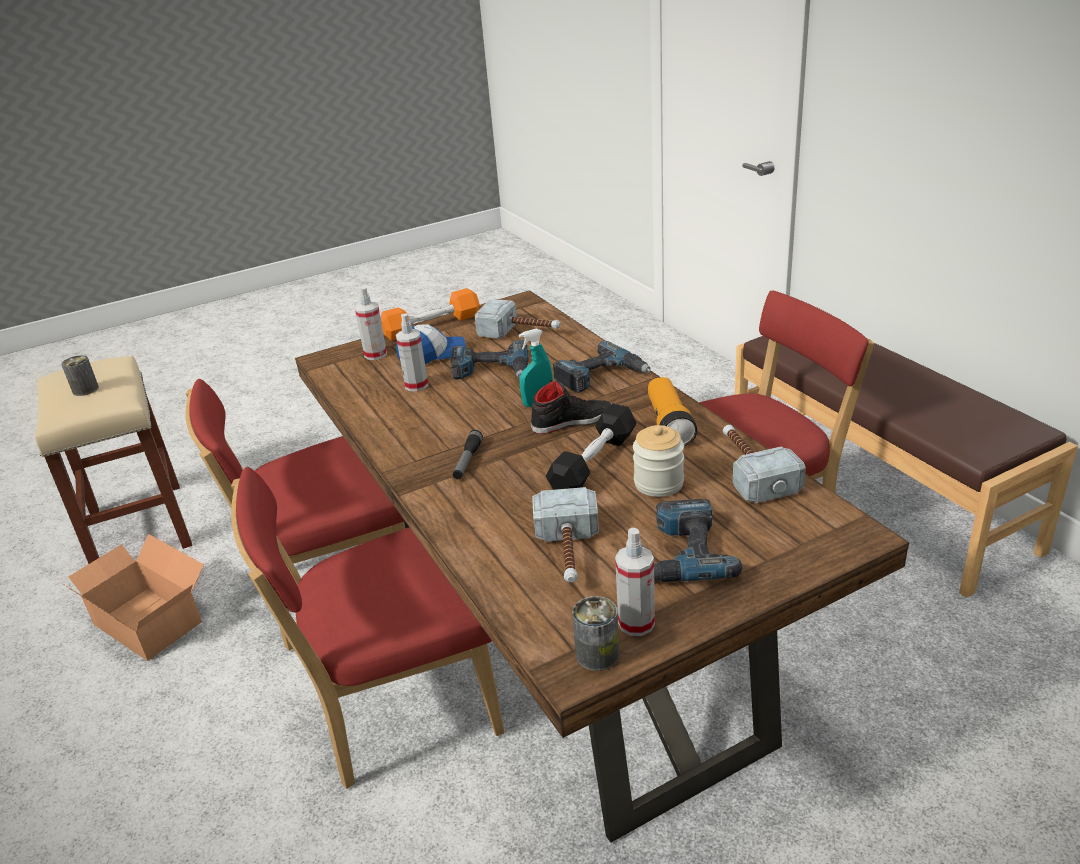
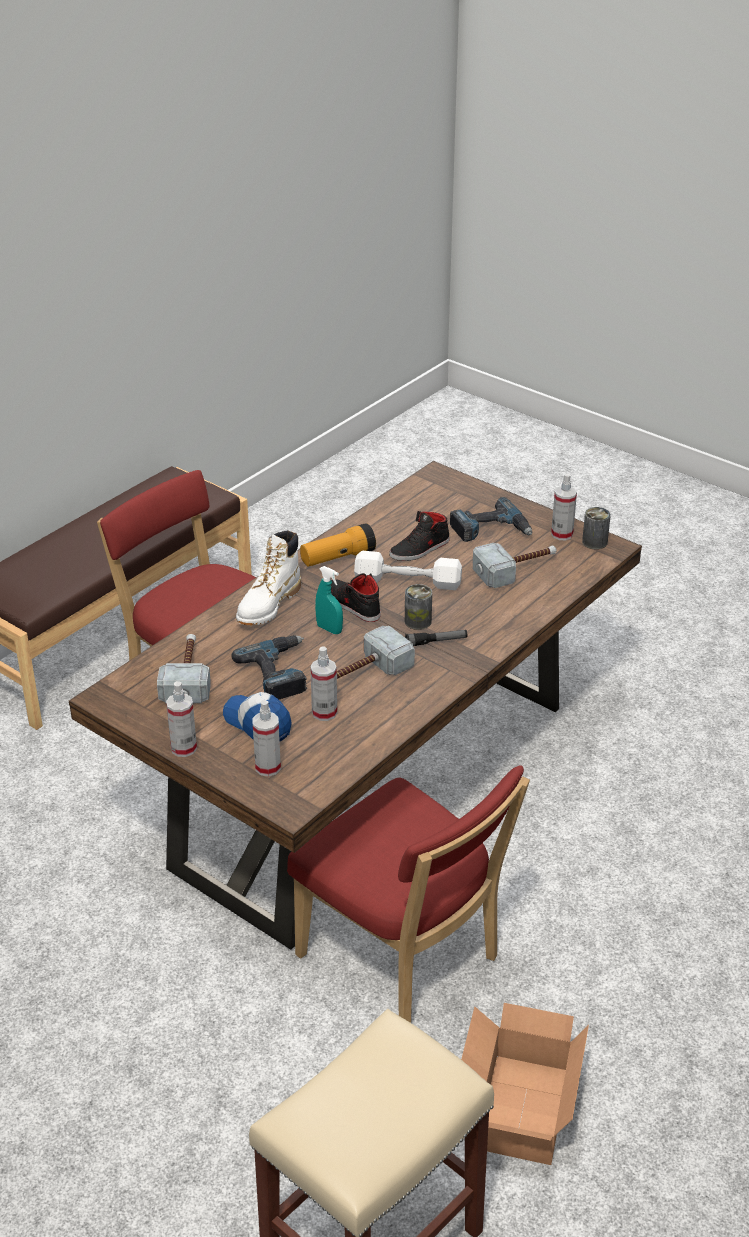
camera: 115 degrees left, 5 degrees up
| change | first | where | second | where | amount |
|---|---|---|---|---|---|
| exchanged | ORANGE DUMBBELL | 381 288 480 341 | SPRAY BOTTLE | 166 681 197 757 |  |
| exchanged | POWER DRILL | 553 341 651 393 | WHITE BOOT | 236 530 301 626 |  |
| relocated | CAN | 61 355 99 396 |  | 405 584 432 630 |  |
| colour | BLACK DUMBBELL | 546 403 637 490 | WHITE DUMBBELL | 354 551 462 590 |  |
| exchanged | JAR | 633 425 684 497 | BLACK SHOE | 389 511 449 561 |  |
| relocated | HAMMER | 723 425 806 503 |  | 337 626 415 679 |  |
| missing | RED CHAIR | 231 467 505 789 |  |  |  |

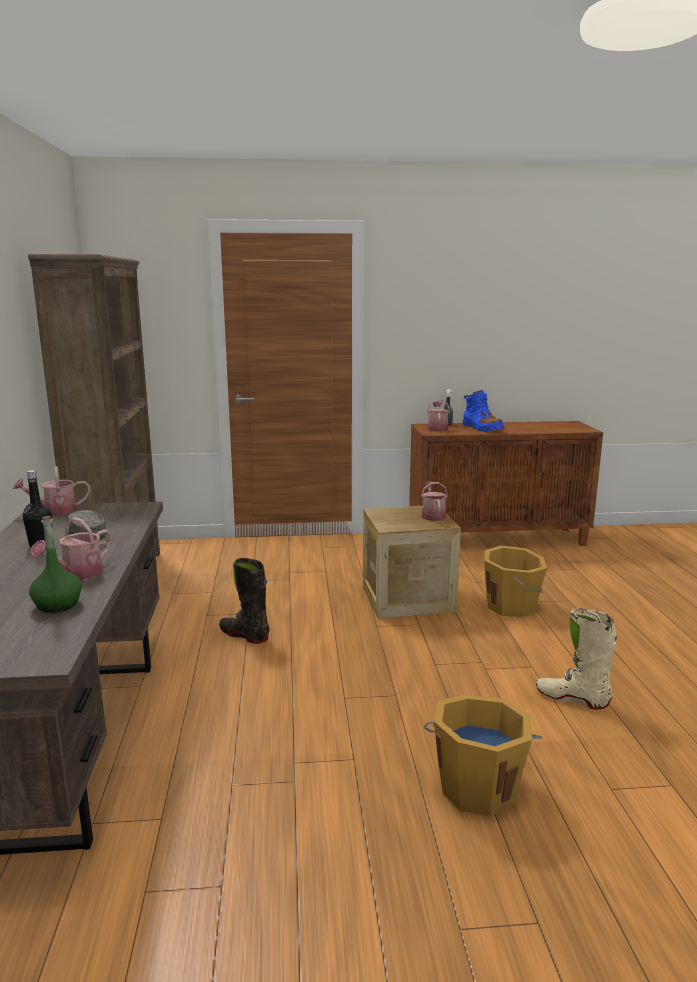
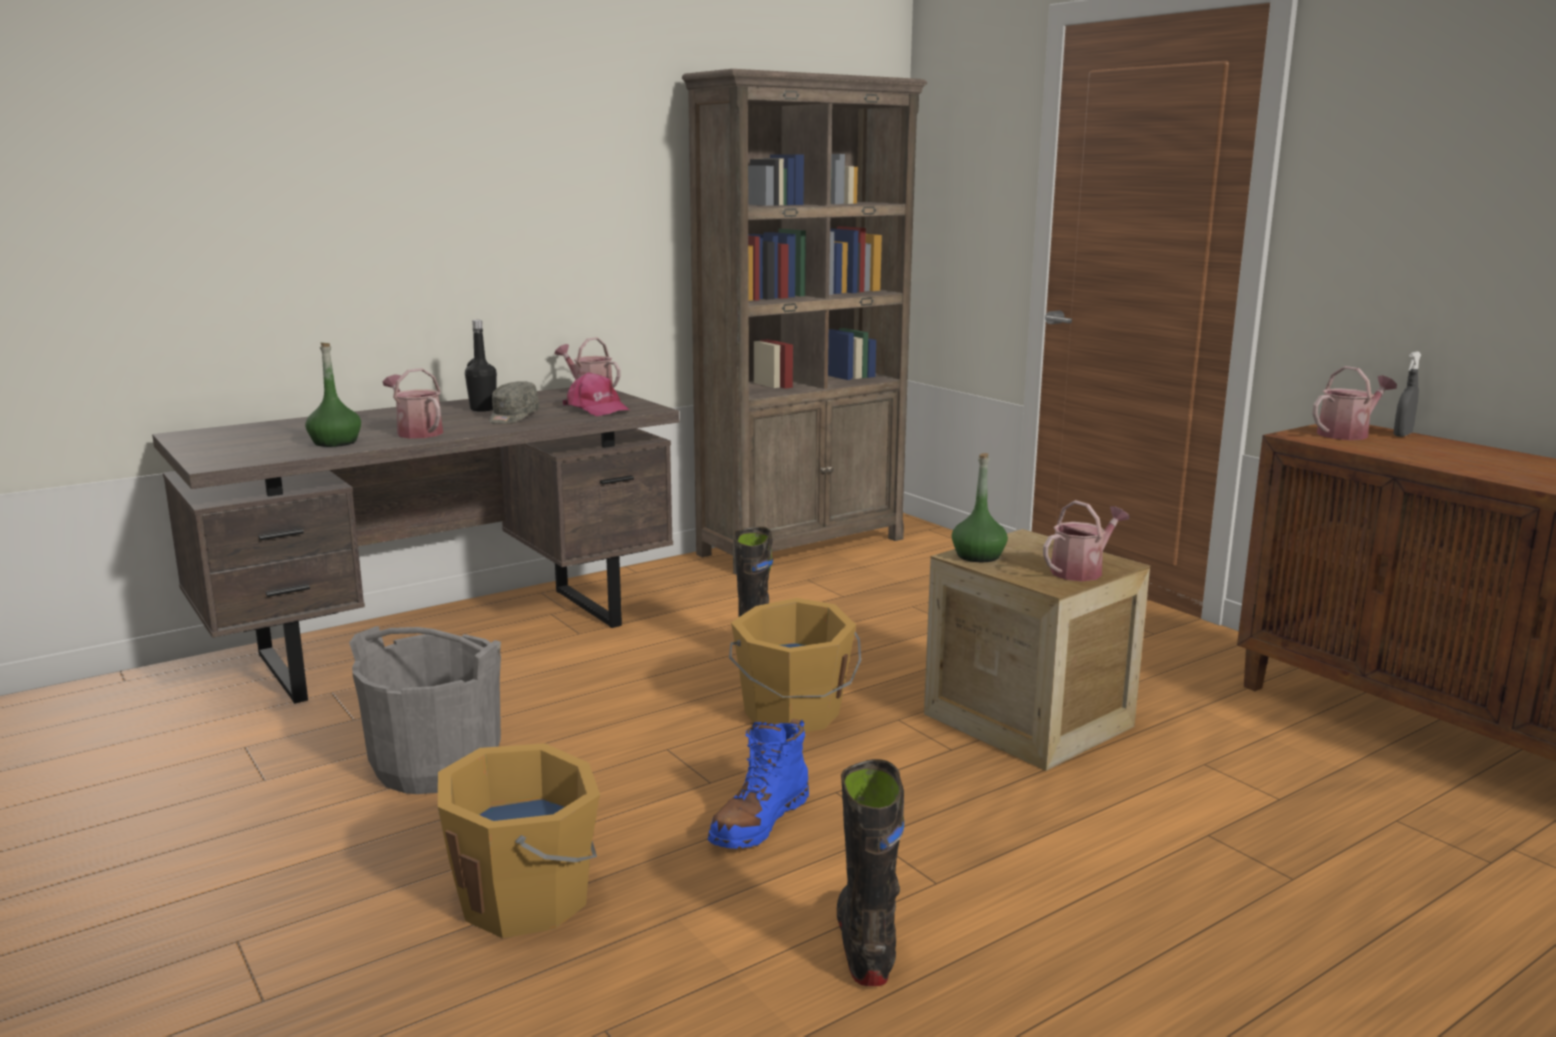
camera: 60 degrees right, 0 degrees up
| change | first | where | second | where | amount |
|---|---|---|---|---|---|
| relocated | BLUE BOOT | 463 390 504 432 |  | 708 719 809 849 |  |
| spun | WATERING CAN | 30 517 112 579 |  | 383 368 443 439 | 45 degrees clockwise |
| relocated | ORANGE BUCKET | 484 545 547 617 |  | 729 598 861 732 |  |
| colour | BEIGE BOOT | 536 608 617 709 | BLACK BOOT | 837 759 904 986 |  |
| appeared |  |  | PINK CAP | 563 372 629 416 |  |
| appeared |  |  | GREEN BOTTLE | 952 453 1008 562 |  |
| appeared |  |  | GREY BUCKET | 349 626 501 794 |  |

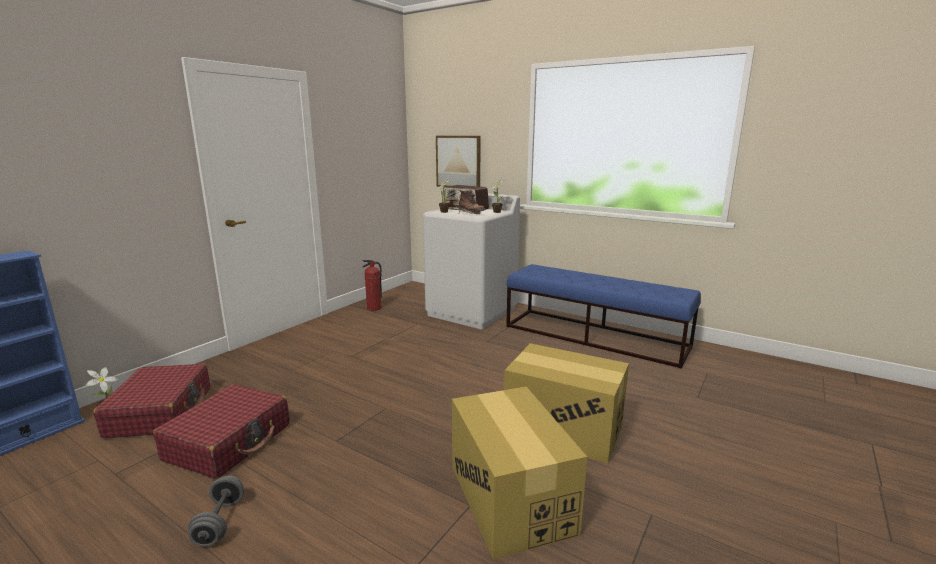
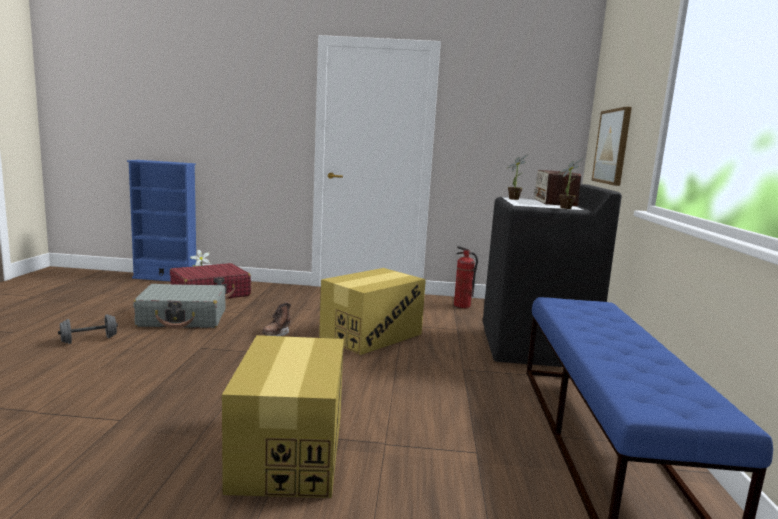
camera: 60 degrees right, 5 degrees down
| change | first | where | second | where | amount |
|---|---|---|---|---|---|
| relocated | BROWN BOOT | 459 190 485 214 |  | 262 301 291 336 |  |
| colour | WHITE WASHING MACHINE | 423 194 520 329 | BLACK WASHING MACHINE | 483 184 622 367 |  |
| colour | RED SUITCASE | 153 384 290 479 | GREY SUITCASE | 133 284 226 329 |  |
| relocated | CARDBOARD BOX | 452 387 587 560 |  | 319 268 426 355 |  |

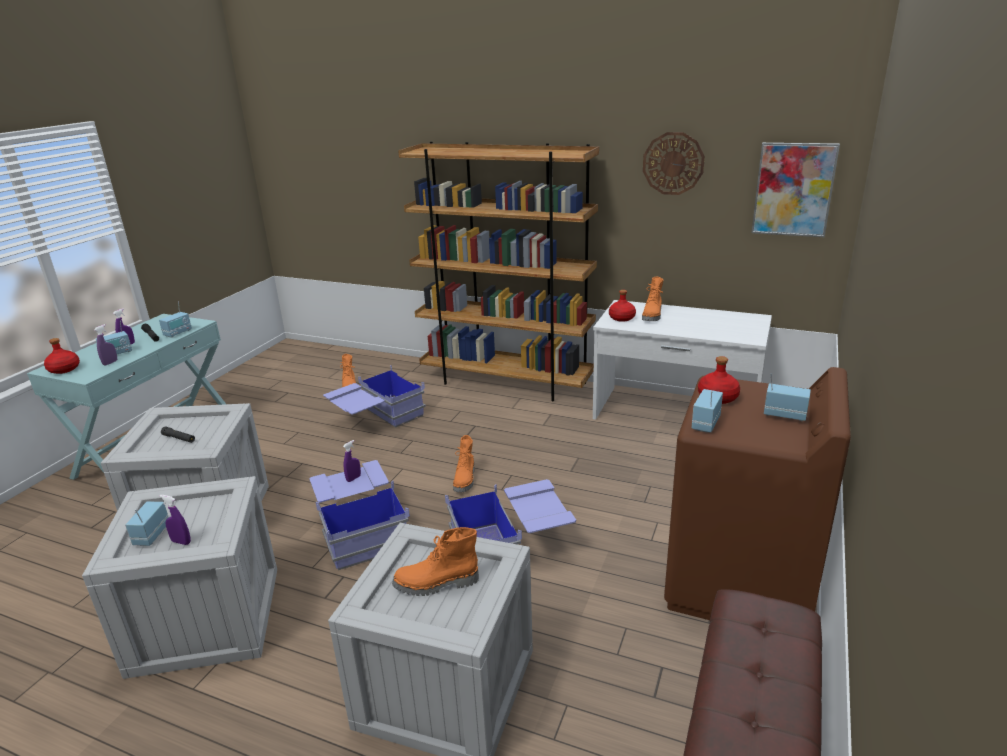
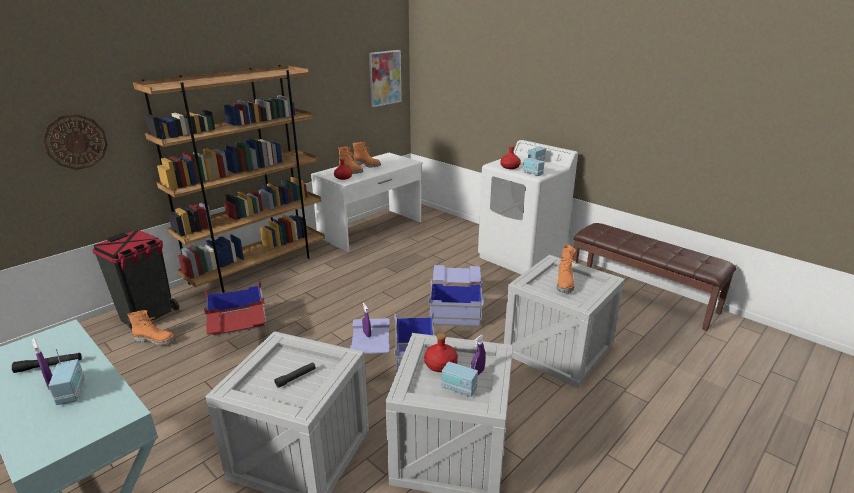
camera: 70 degrees left, 0 degrees up
| change | first | where | second | where | amount |
|---|---|---|---|---|---|
| relocated | WALL CLOCK | 643 132 705 195 |  | 43 114 108 170 |  |
| missing | RADIO | 159 301 192 337 |  |  |  |
| missing | PURPLE SPRAY BOTTLE | 94 324 117 366 |  |  |  |
| relocated | RED BOTTLE | 44 338 80 374 |  | 424 333 458 372 |  |
| colour | BLUE STORAGE BOX | 323 365 426 428 | RED STORAGE BOX | 204 281 266 336 |  |
| colour | BROWN WASHING MACHINE | 664 367 851 620 | WHITE WASHING MACHINE | 478 140 578 275 |  |
| relocated | ORANGE BOOT | 453 435 474 493 |  | 353 142 381 168 |  |
| appeared |  |  | BLACK TRASH CAN | 92 230 179 330 |  |

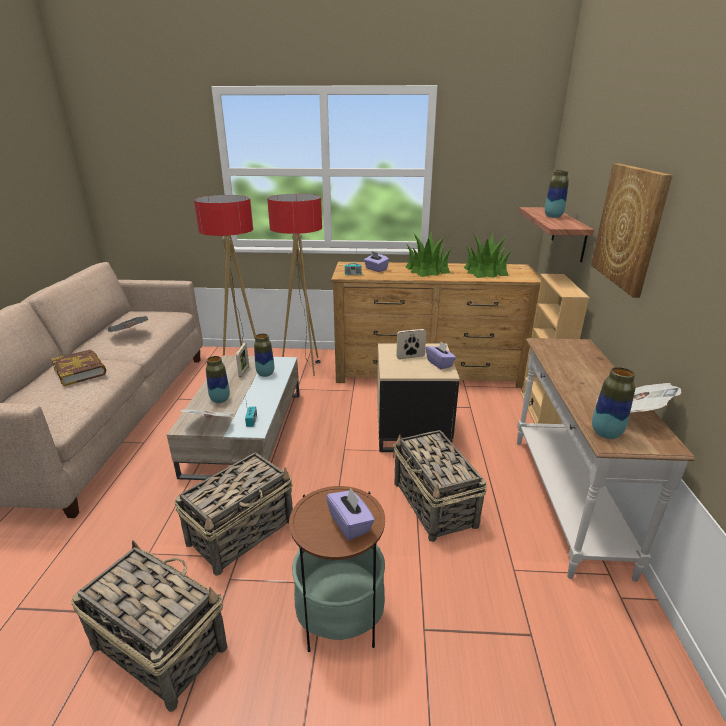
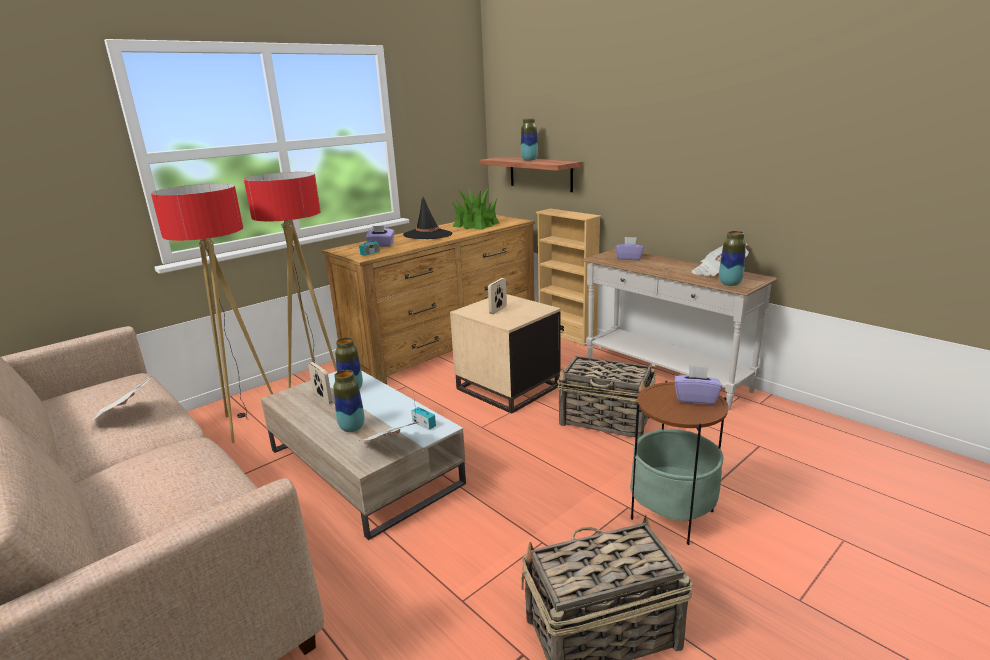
camera: 45 degrees left, 5 degrees down
| change | first | where | second | where | amount |
|---|---|---|---|---|---|
| missing | PICTURE | 591 163 673 298 |  |  |  |
| exchanged | POTTED PLANT | 405 232 451 277 | BLACK HAT | 403 196 452 239 |  |
| relocated | PURPLE TISSUE BOX | 426 341 456 369 |  | 615 237 644 260 |  |
| missing | BOOK | 52 349 106 386 |  |  |  |
| missing | BASKET | 174 452 293 576 |  |  |  |

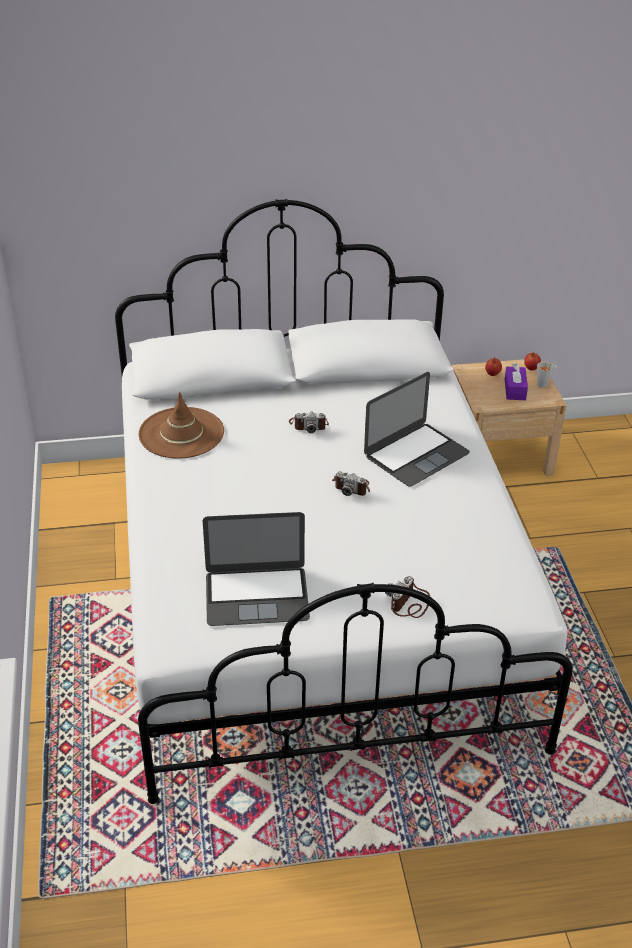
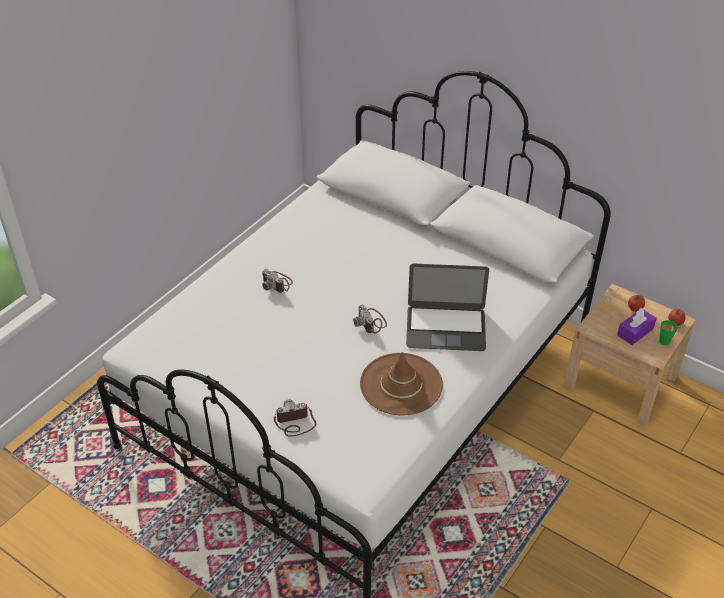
camera: 45 degrees right, 5 degrees up
| change | first | where | second | where | amount |
|---|---|---|---|---|---|
| colour | GREY CUP | 537 362 557 388 | GREEN CUP | 659 320 678 345 |  |
| relocated | BROWN HAT | 139 392 224 459 |  | 360 352 443 416 |  |
| relocated | PHOTO CAMERA | 289 411 329 433 |  | 262 269 293 293 |  |
| missing | LAPTOP | 203 512 310 626 |  |  |  |

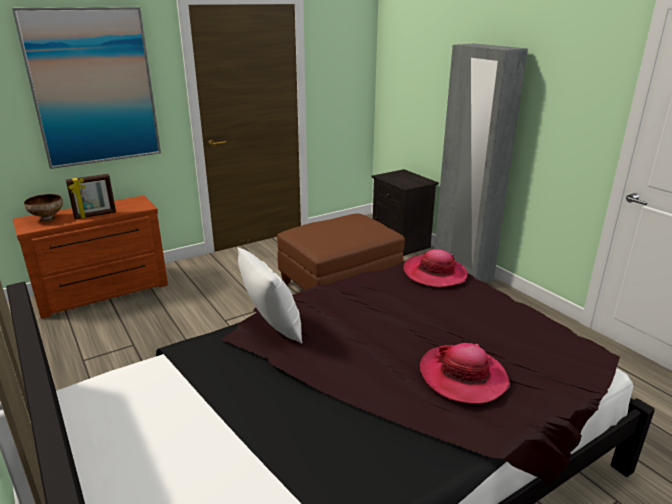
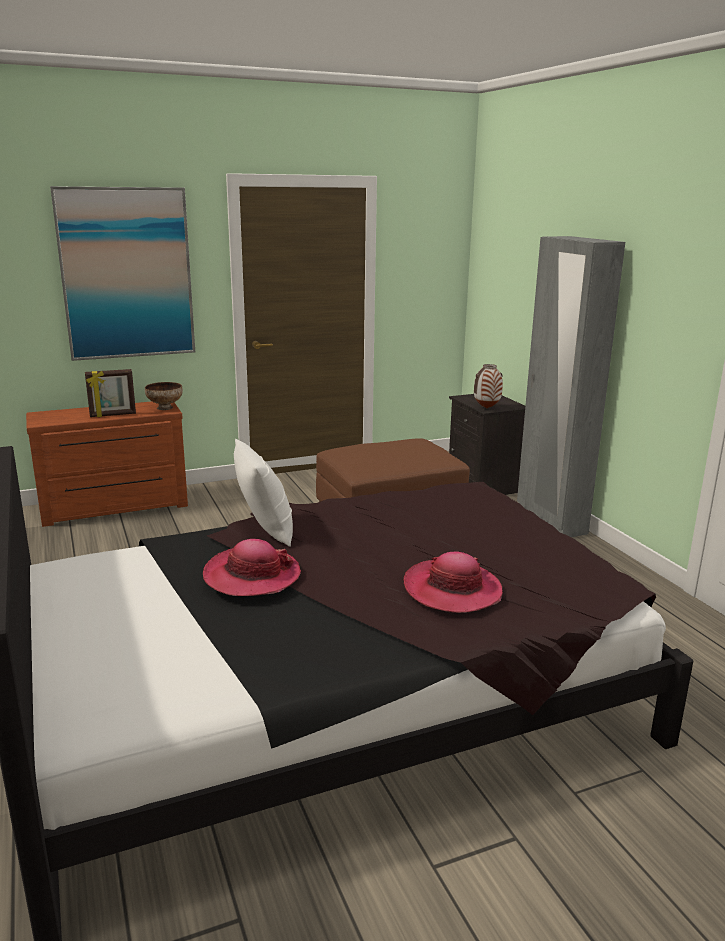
camera: 10 degrees right, 5 degrees down
| change | first | where | second | where | amount |
|---|---|---|---|---|---|
| relocated | BOWL | 24 194 63 222 |  | 145 382 183 410 |  |
| relocated | HAT | 403 249 468 287 |  | 203 539 301 596 |  |
| appeared |  |  | VASE | 474 364 503 408 |  |

